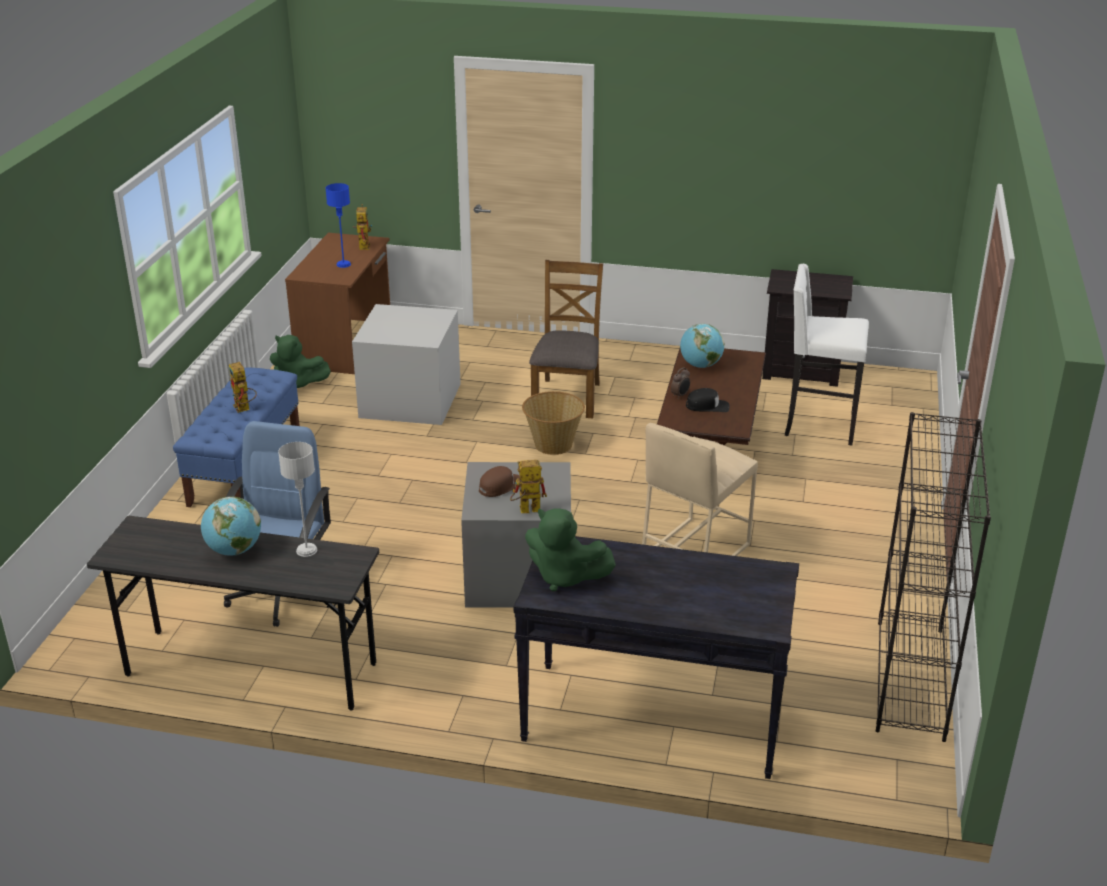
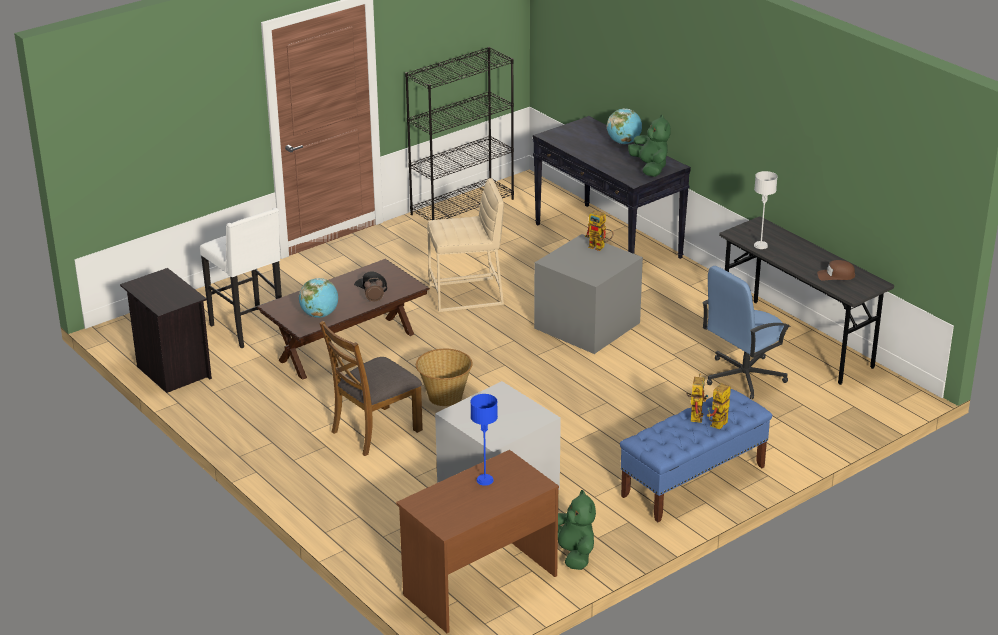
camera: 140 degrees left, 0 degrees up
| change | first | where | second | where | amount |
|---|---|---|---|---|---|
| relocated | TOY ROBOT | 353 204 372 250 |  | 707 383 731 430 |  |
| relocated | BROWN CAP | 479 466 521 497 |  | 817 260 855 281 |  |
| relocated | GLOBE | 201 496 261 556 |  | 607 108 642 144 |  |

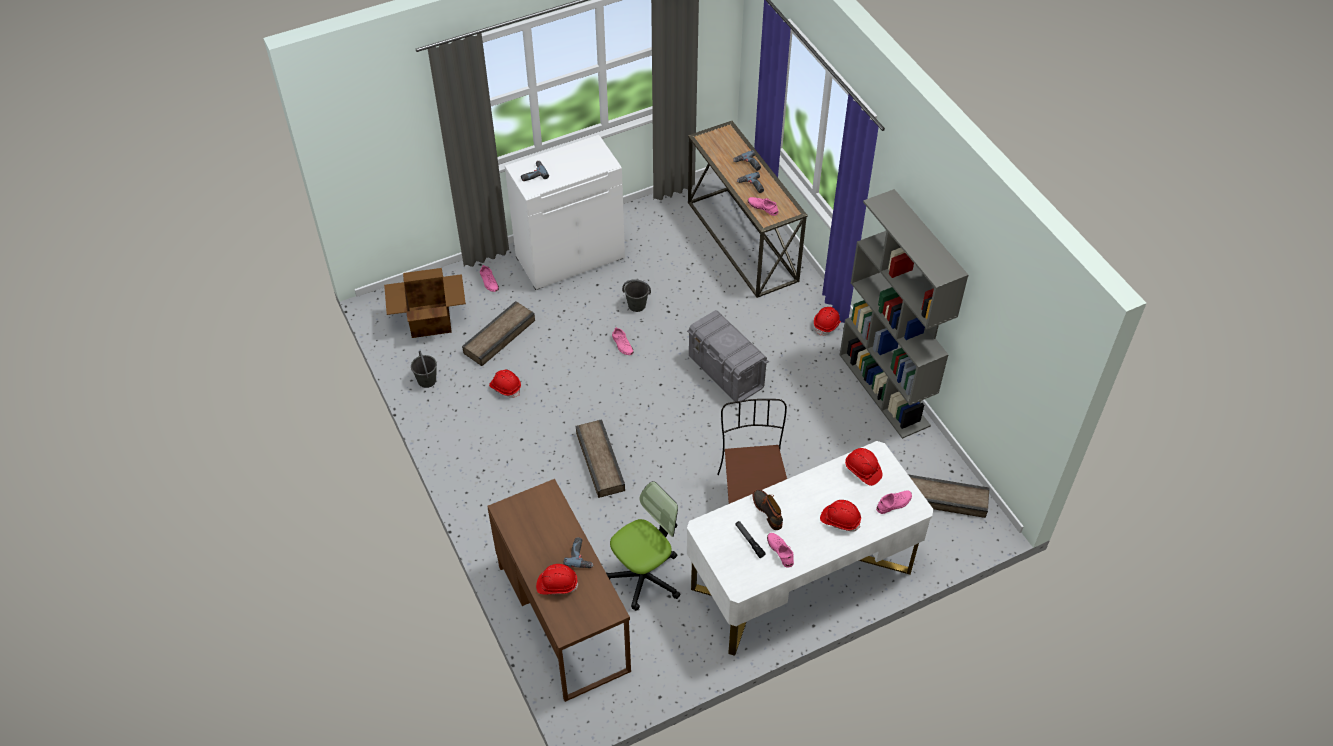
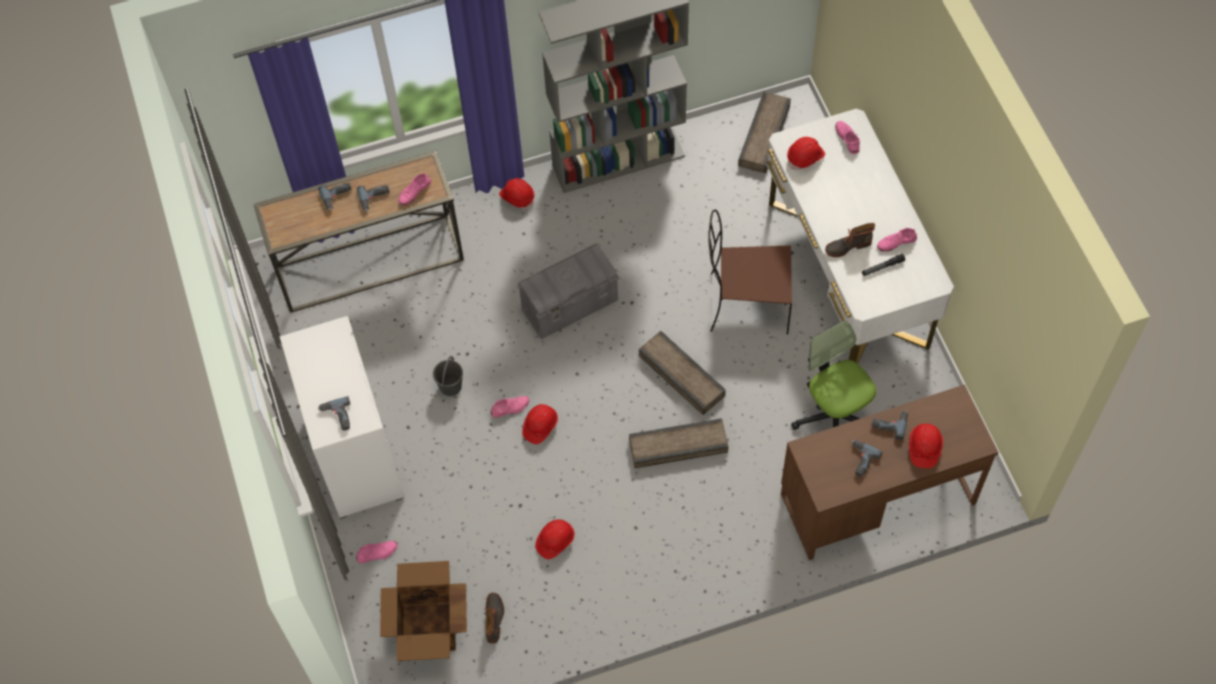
camera: 80 degrees left, 10 degrees up
| change | first | where | second | where | amount |
|---|---|---|---|---|---|
| relocated | CRATE | 462 301 535 366 |  | 638 331 726 415 |  |
| missing | GREY BUCKET | 411 351 437 388 |  |  |  |
| relocated | RED HARD HAT | 820 500 861 532 |  | 522 404 558 444 |  |
| appeared |  |  | POWER DRILL | 851 440 882 477 |  |
| appeared |  |  | BOOT | 484 593 504 644 |  |

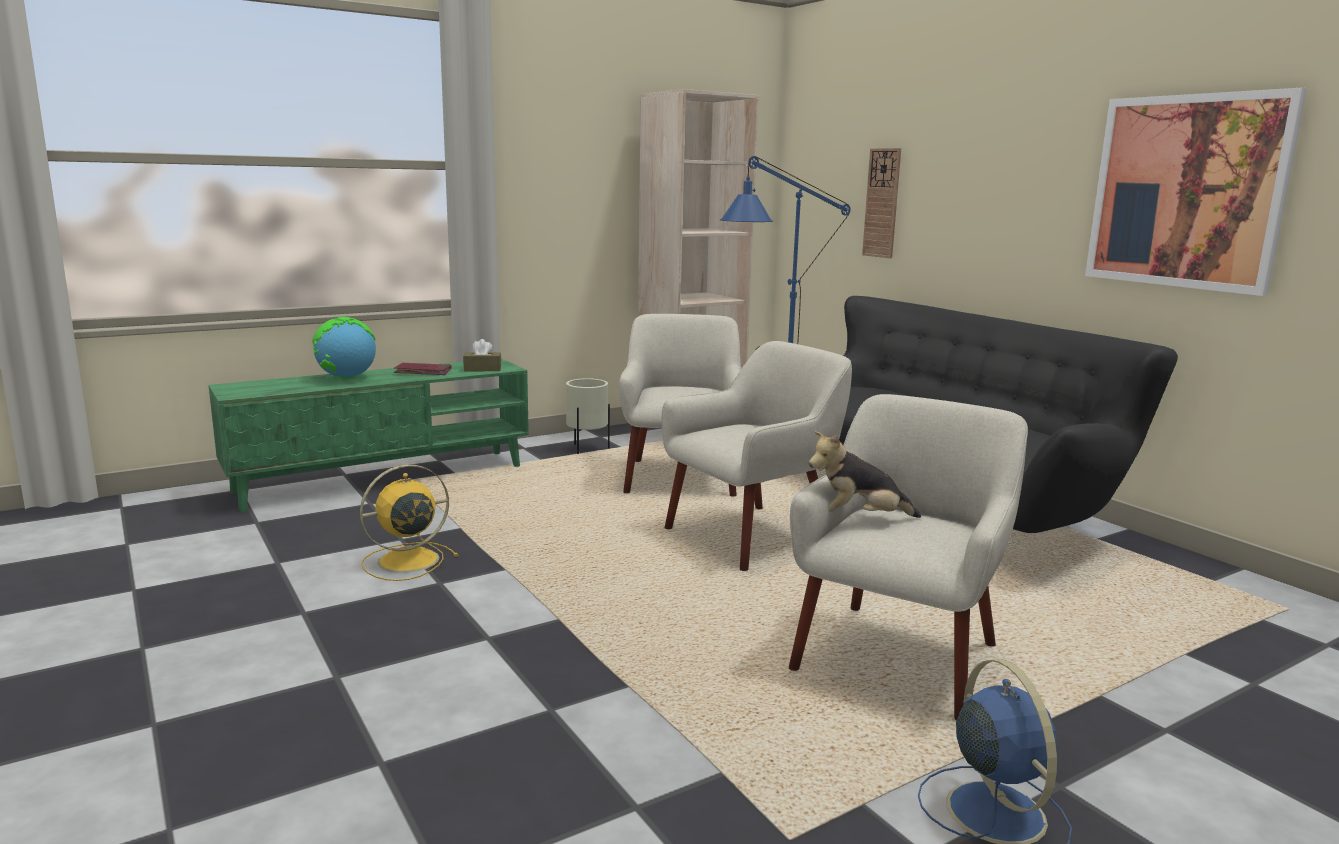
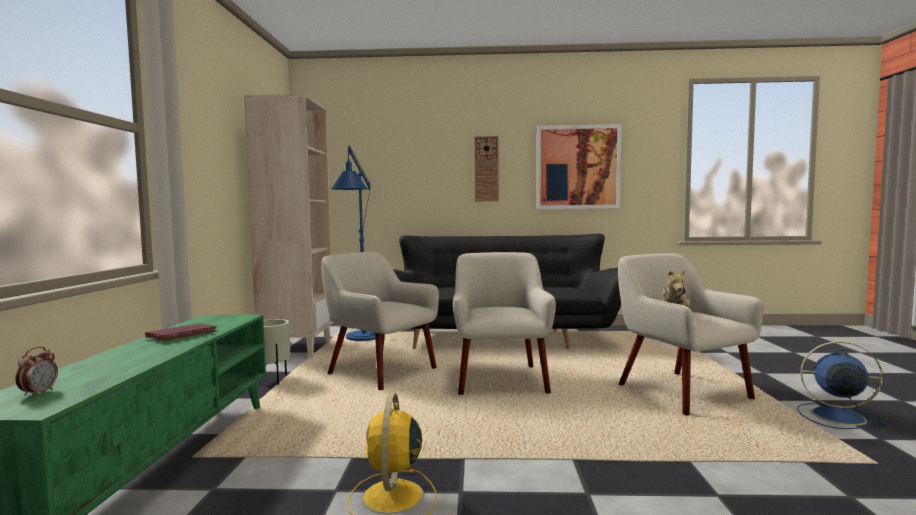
camera: 55 degrees left, 10 degrees down
| change | first | where | second | where | amount |
|---|---|---|---|---|---|
| relocated | WALL CLOCK | 862 148 901 258 |  | 474 136 499 201 |  |
| missing | GLOBE | 312 317 376 379 |  |  |  |
| missing | BROWN TISSUE BOX | 463 339 501 371 |  |  |  |
| appeared |  |  | ALARM CLOCK | 15 347 58 397 |  |

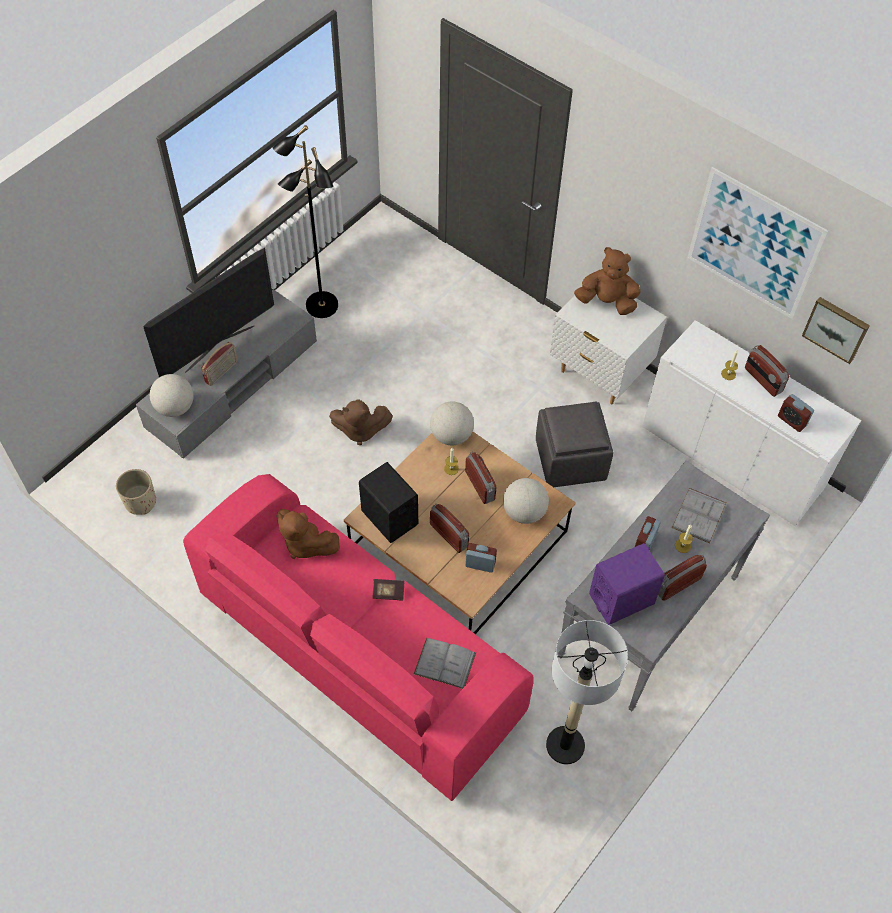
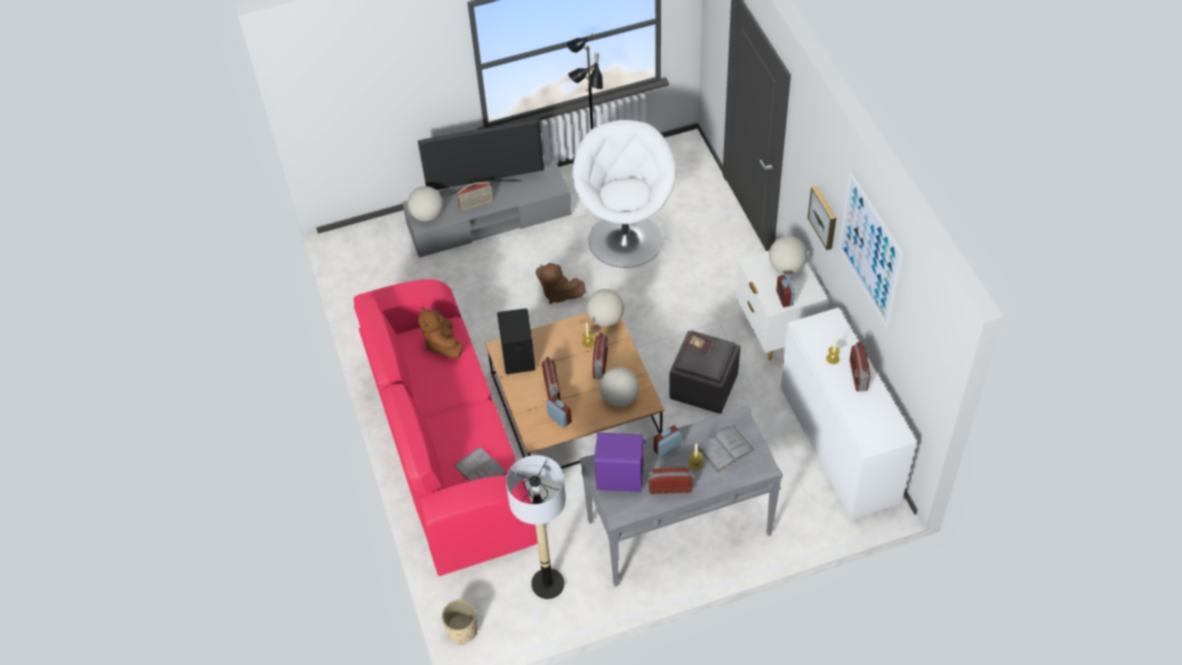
camera: 35 degrees right, 5 degrees down
| change | first | where | second | where | amount |
|---|---|---|---|---|---|
| exchanged | BROWN PLUSH TOY | 574 247 641 315 | GLOBE | 769 236 807 274 |  |
| relocated | PICTURE | 802 297 870 364 |  | 808 185 836 250 |  |
| relocated | ALARM CLOCK | 778 394 814 432 |  | 776 274 795 307 |  |
| relocated | BEIGE PLANTER | 116 469 156 515 |  | 442 600 478 645 |  |
| relocated | BOOK | 372 579 405 601 |  | 685 331 714 356 |  |
| appeared |  |  | WHITE ARMCHAIR | 573 120 676 268 |  |

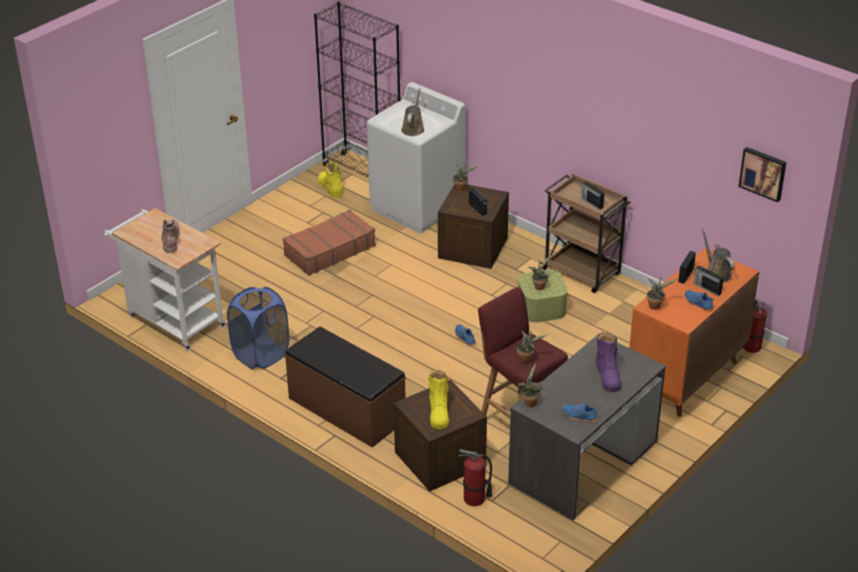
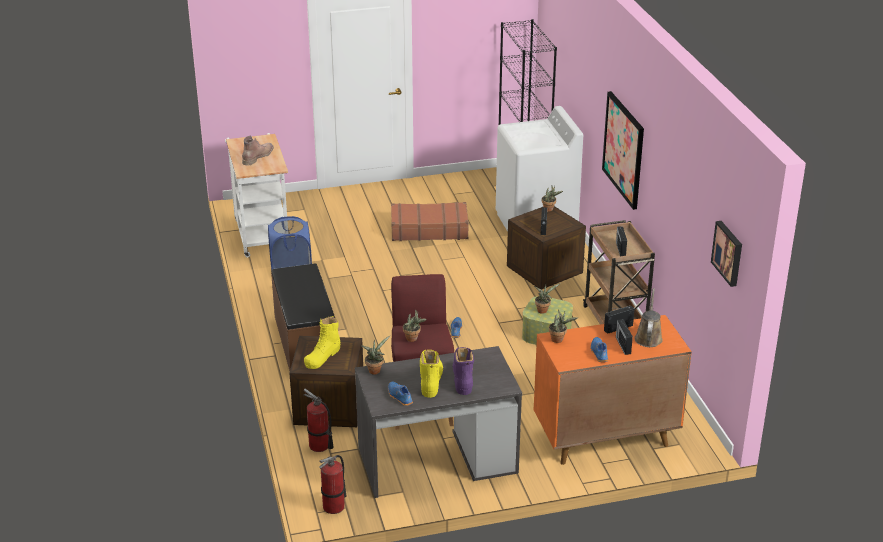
camera: 35 degrees right, 5 degrees down
| change | first | where | second | where | amount |
|---|---|---|---|---|---|
| missing | BROWN WATERING CAN | 401 88 424 136 |  |  |  |
| relocated | YELLOW BOOT | 318 162 343 198 |  | 420 350 443 398 |  |
| relocated | FIRE EXTINGUISHER | 743 300 767 353 |  | 319 455 346 514 |  |
| spun | PURPLE BOOT | 595 332 622 392 |  | 452 347 474 395 | 150 degrees clockwise |
| appeared |  |  | PICTURE | 602 91 644 210 |  |

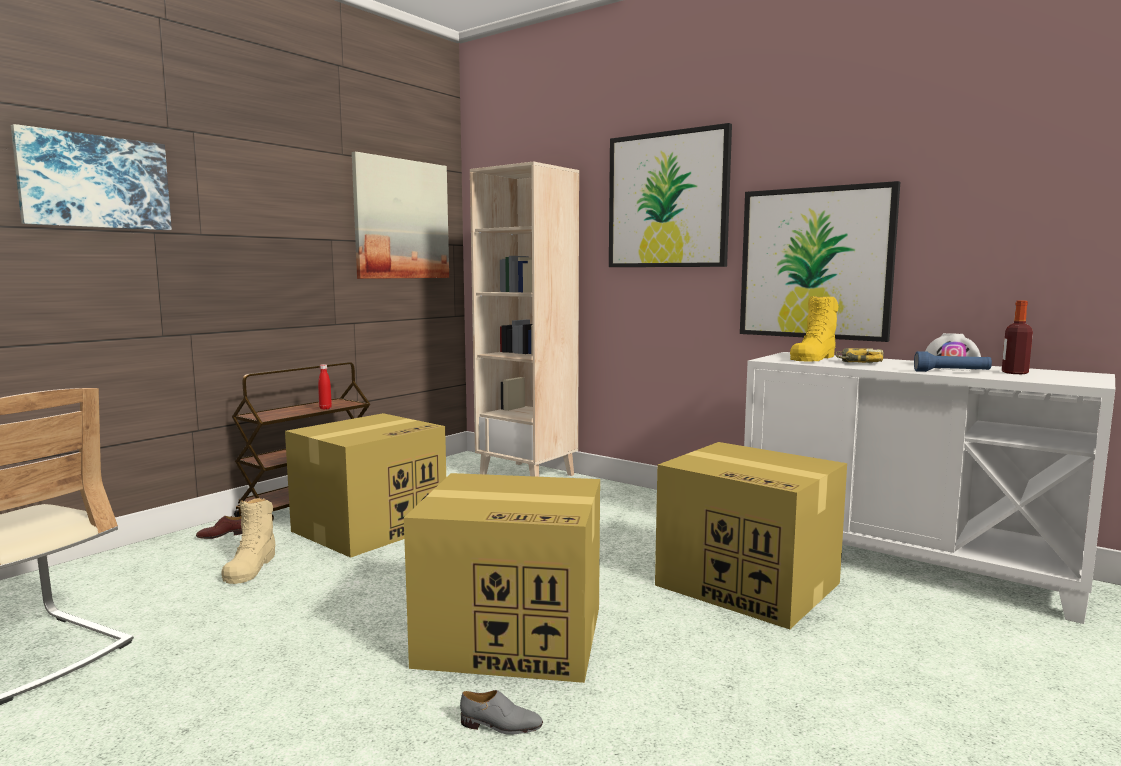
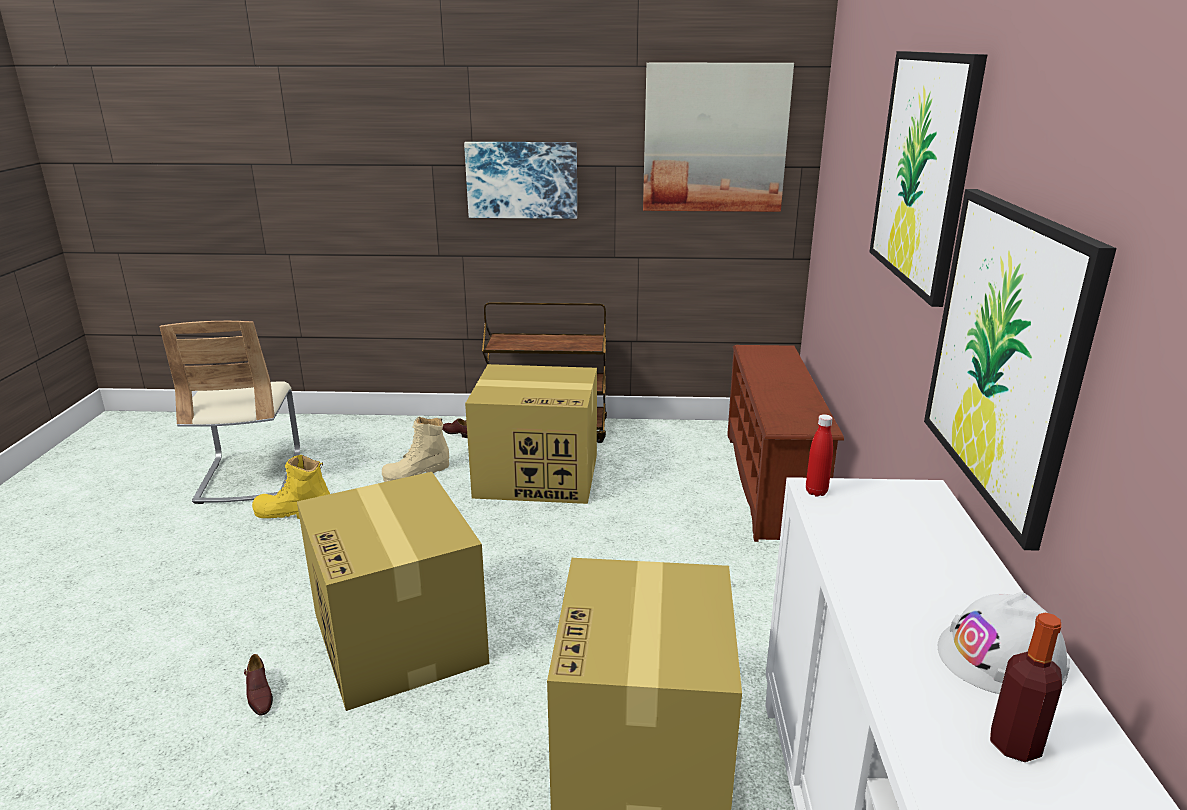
camera: 55 degrees right, 15 degrees up
| change | first | where | second | where | amount |
|---|---|---|---|---|---|
| relocated | PICTURE | 11 124 172 230 |  | 464 142 577 219 |  |
| exchanged | BEIGE BOOKCASE | 470 161 579 477 | BROWN SHOE RACK | 727 345 844 542 |  |
| relocated | YELLOW BOOT | 790 296 838 362 |  | 252 455 330 519 |  |
| missing | POWER DRILL | 835 348 884 363 |  |  |  |
| missing | BLUE FLASHLIGHT | 914 351 992 372 |  |  |  |
| relocated | RED BOTTLE | 318 364 332 410 |  | 806 414 833 497 |  |
| colour | GREY SHOE | 460 690 543 735 | BROWN SHOE | 244 654 273 716 |  |

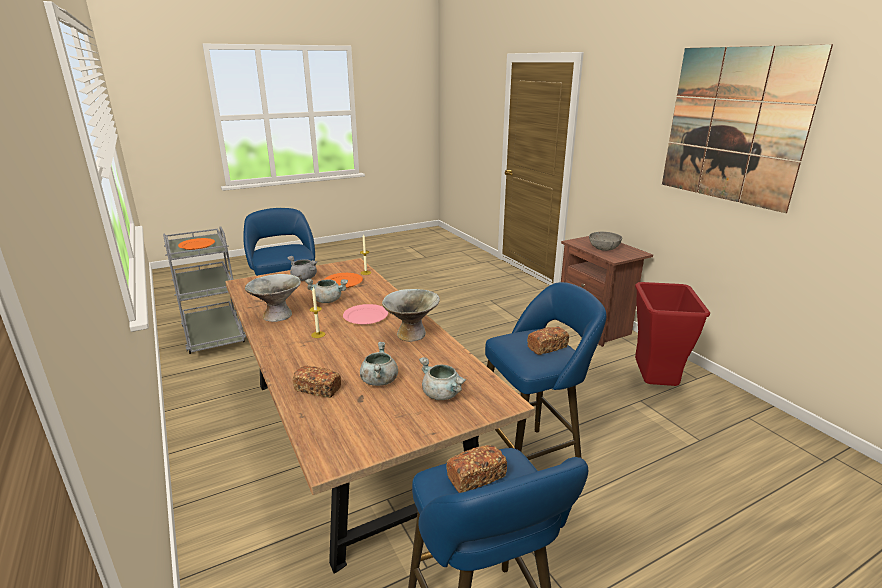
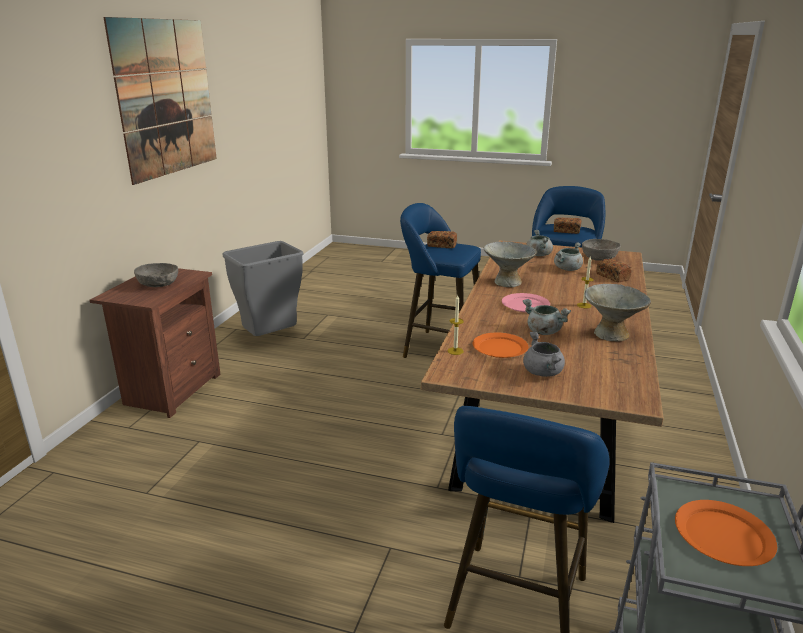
camera: 135 degrees left, 0 degrees up
| change | first | where | second | where | amount |
|---|---|---|---|---|---|
| colour | RED TRASH CAN | 635 282 710 386 | GREY TRASH CAN | 223 241 304 336 |  |
| appeared |  |  | GREY BOWL | 582 239 621 261 |  |

